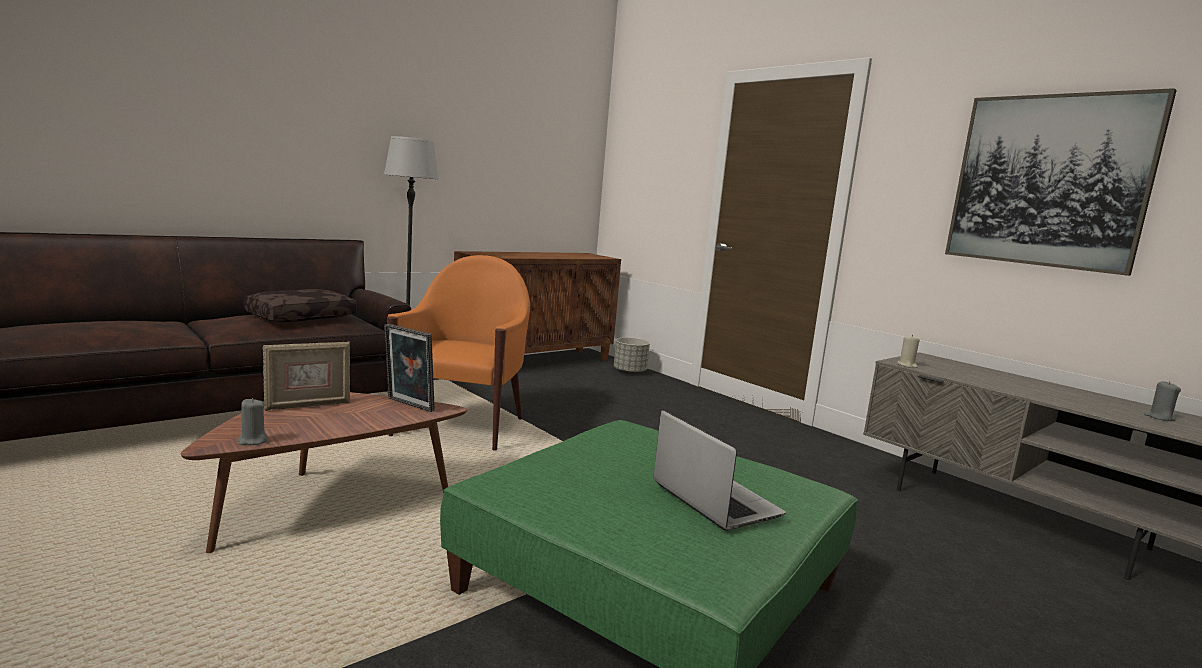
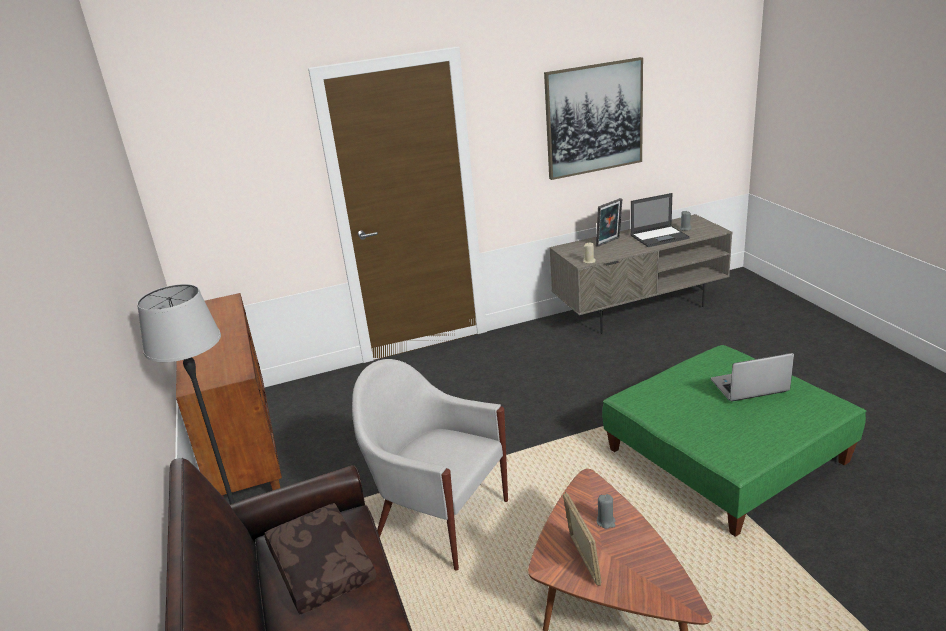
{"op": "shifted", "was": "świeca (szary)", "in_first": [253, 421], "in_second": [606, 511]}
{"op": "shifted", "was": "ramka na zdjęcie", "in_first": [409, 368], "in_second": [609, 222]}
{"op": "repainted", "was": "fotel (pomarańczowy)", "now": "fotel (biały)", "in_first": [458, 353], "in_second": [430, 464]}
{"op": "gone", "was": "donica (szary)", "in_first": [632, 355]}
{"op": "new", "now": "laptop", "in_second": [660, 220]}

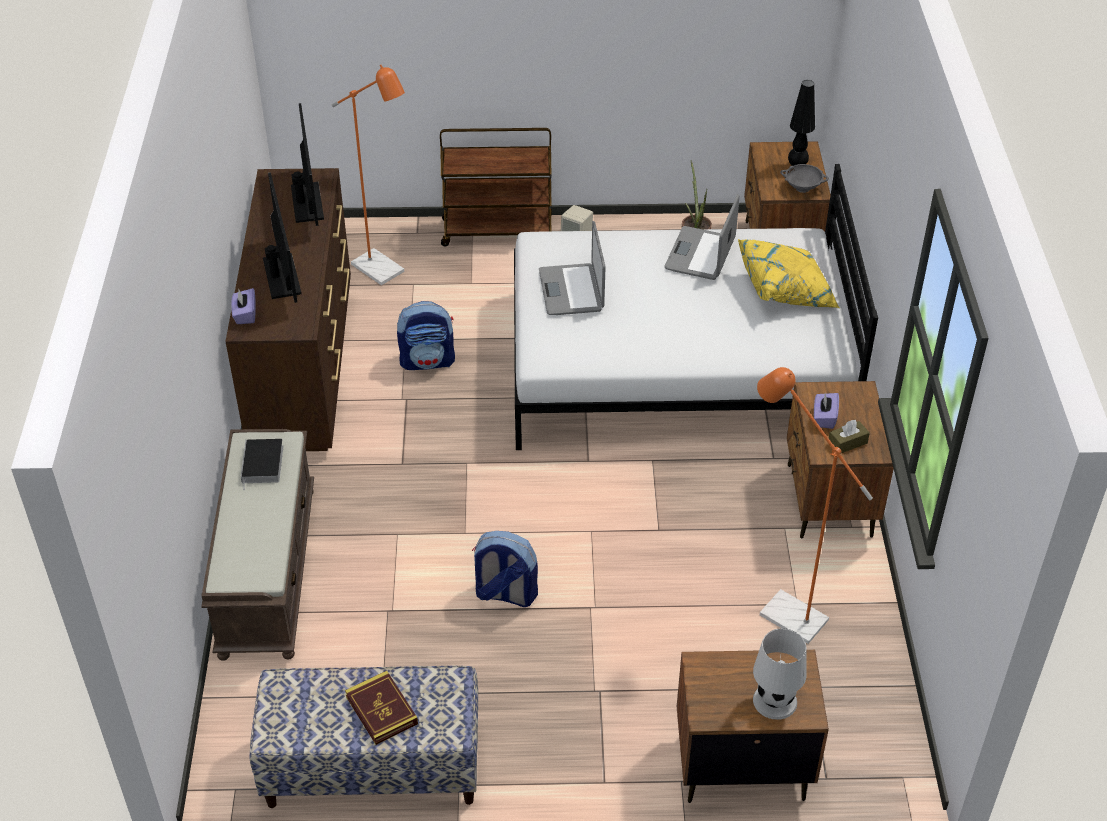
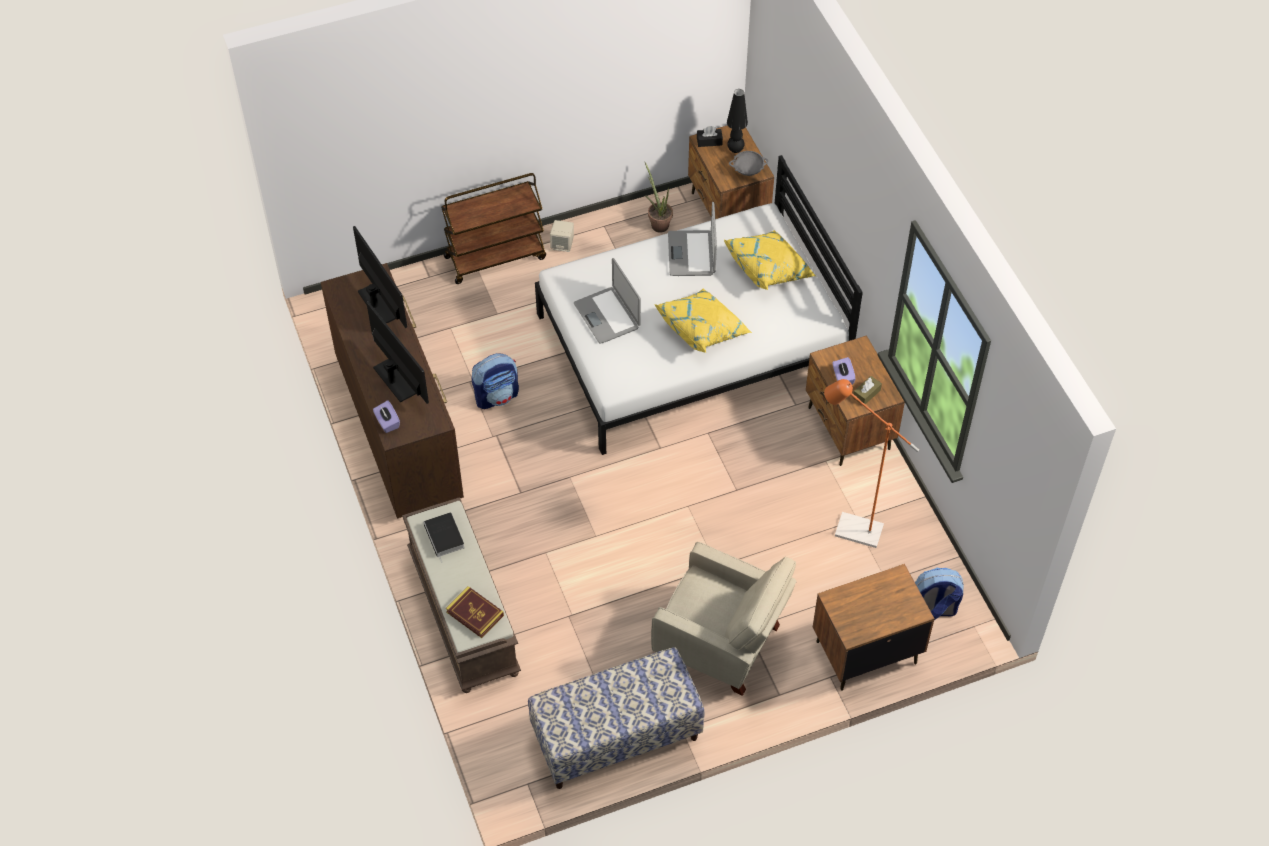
{"op": "gone", "was": "lampa stojąca (pomarańczowy)", "in_first": [368, 175]}
{"op": "shifted", "was": "książka", "in_first": [381, 708], "in_second": [475, 612]}
{"op": "shifted", "was": "plecak", "in_first": [505, 569], "in_second": [939, 594]}
{"op": "gone", "was": "lampa stołowa (biały)", "in_first": [779, 674]}
{"op": "new", "now": "fotel (beżowy)", "in_second": [723, 619]}
{"op": "new", "now": "poduszka (żółty)", "in_second": [703, 320]}
{"op": "new", "now": "pudełko chusteczek (czarny)", "in_second": [710, 136]}

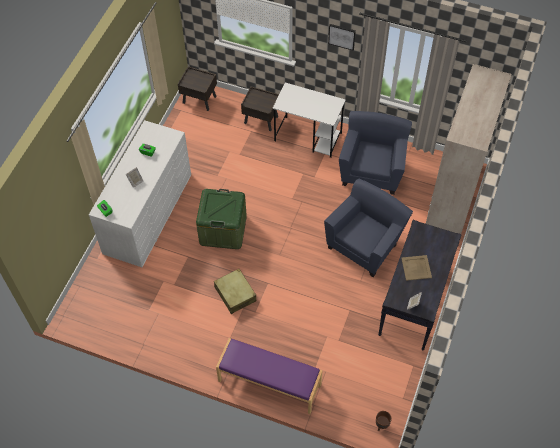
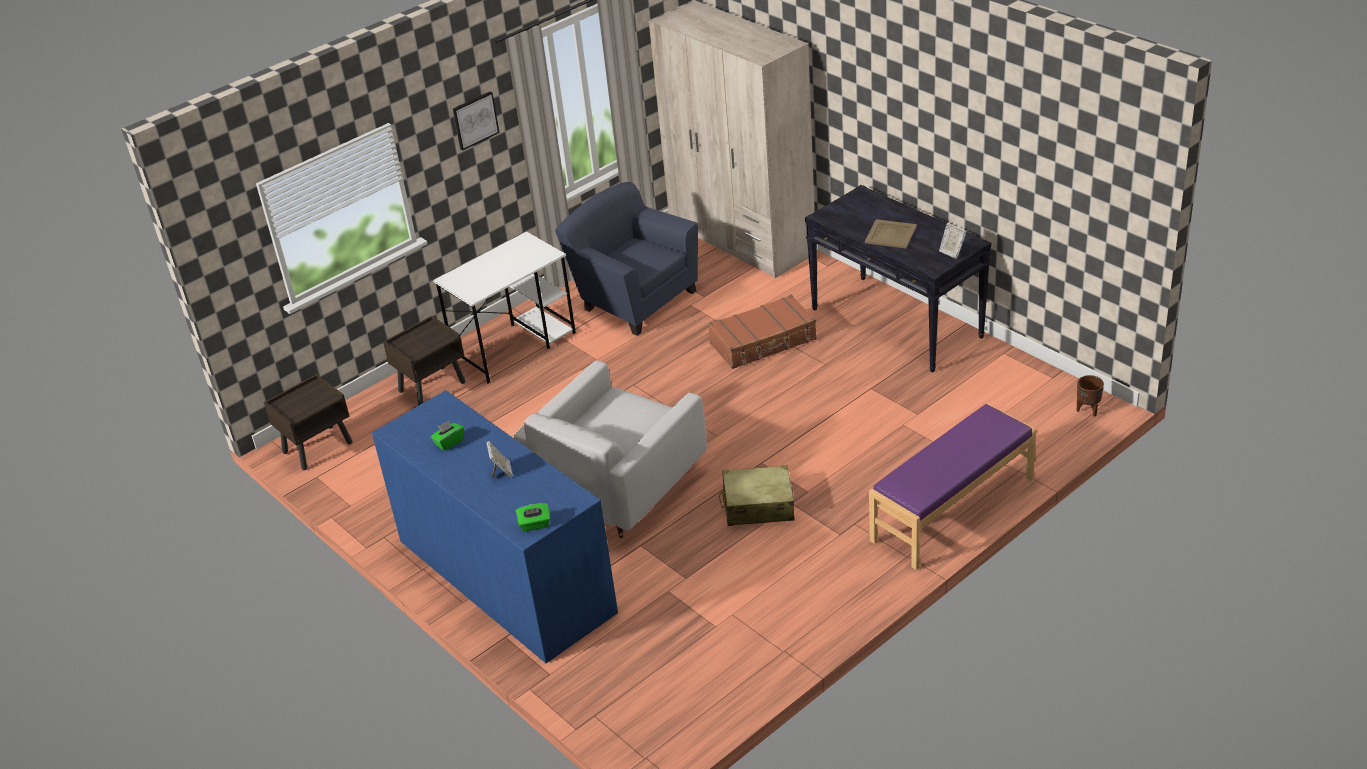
{"op": "repainted", "was": "komoda (biały)", "now": "komoda (niebieski)", "in_first": [140, 193], "in_second": [495, 526]}
{"op": "swapped", "was": "pojemnik do przechowywania (zielony)", "now": "fotel (biały)", "in_first": [221, 219], "in_second": [610, 449]}
{"op": "swapped", "was": "fotel (niebieski)", "now": "walizka (brązowy)", "in_first": [368, 227], "in_second": [762, 332]}

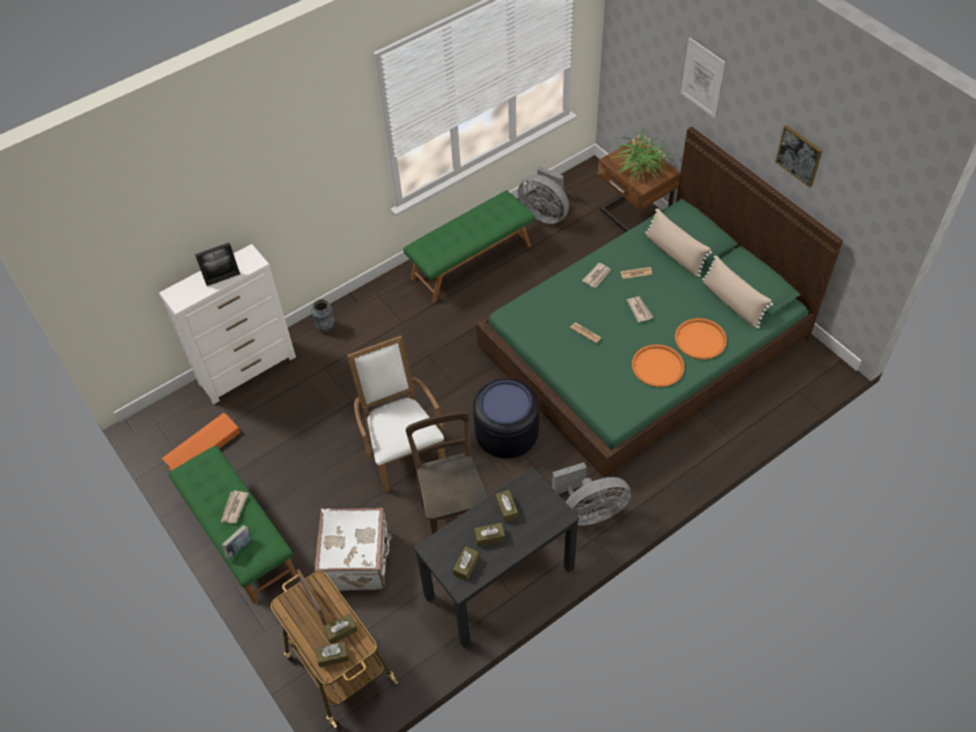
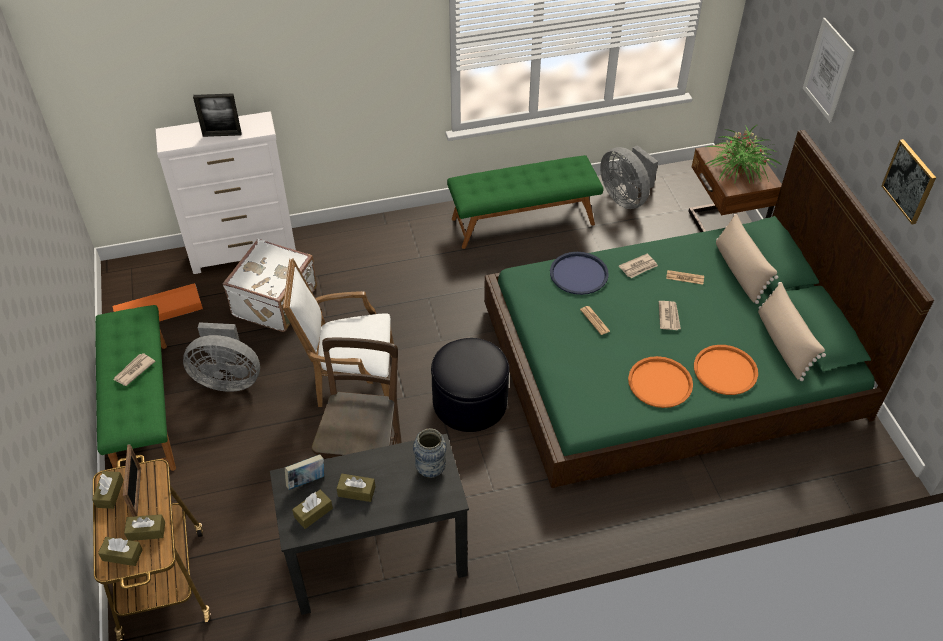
{"op": "shifted", "was": "książka", "in_first": [236, 542], "in_second": [304, 472]}
{"op": "shifted", "was": "wazon", "in_first": [323, 315], "in_second": [430, 453]}
{"op": "shifted", "was": "walizka (biały)", "in_first": [353, 549], "in_second": [270, 285]}
{"op": "rotated", "was": "fotel (biały)", "in_first": [396, 414], "in_second": [338, 332], "clockwise": -90}
{"op": "shifted", "was": "taca (niebieski)", "in_first": [505, 402], "in_second": [579, 273]}
{"op": "shifted", "was": "pudełko chusteczek (brązowy)", "in_first": [506, 506], "in_second": [108, 490]}
{"op": "shifted", "was": "wentylator (szary)", "in_first": [591, 493], "in_second": [221, 357]}

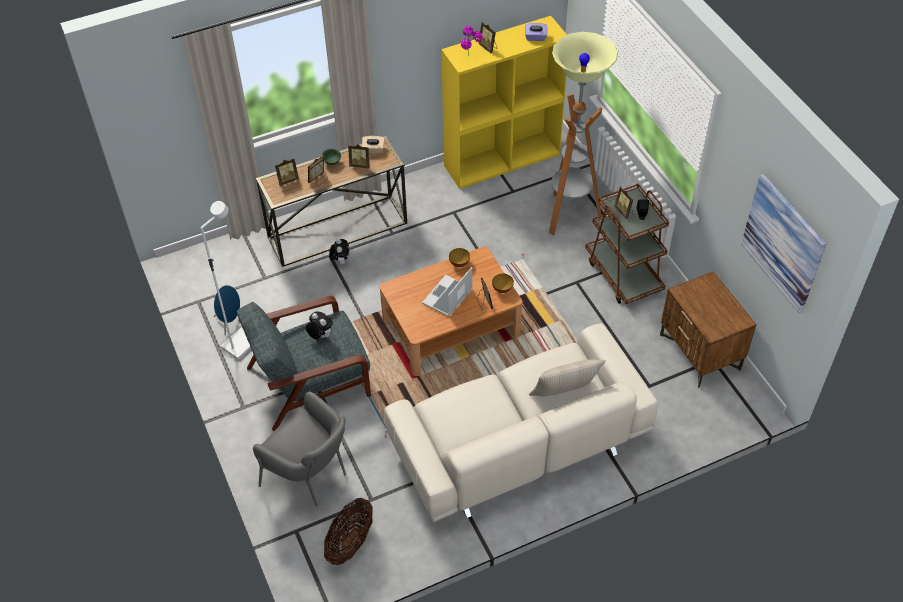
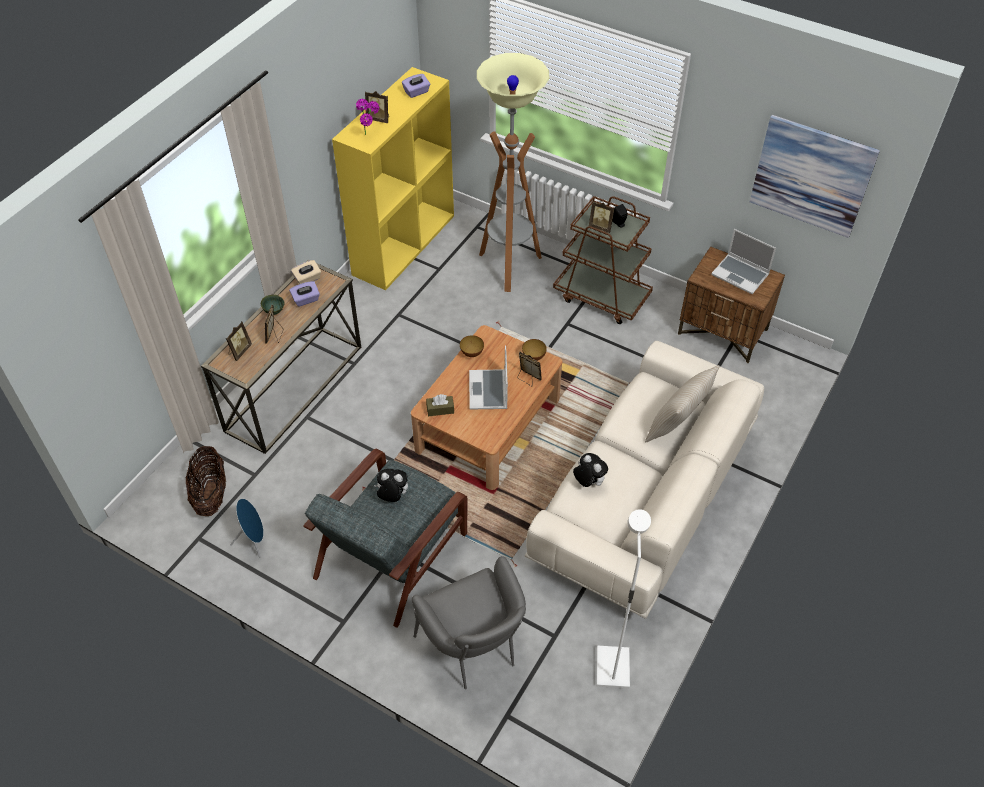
{"op": "shifted", "was": "lampa stojąca (biały)", "in_first": [225, 280], "in_second": [624, 599]}
{"op": "rotated", "was": "fotel (szary)", "in_first": [299, 449], "in_second": [469, 622], "clockwise": 60}
{"op": "shifted", "was": "koszyk", "in_first": [348, 531], "in_second": [205, 481]}
{"op": "shifted", "was": "pluszak", "in_first": [339, 252], "in_second": [590, 470]}
{"op": "swapped", "was": "ramka na zdjęcie", "now": "pudełko chusteczek (fioletowy)", "in_first": [358, 156], "in_second": [304, 294]}
{"op": "new", "now": "pudełko chusteczek (brązowy)", "in_second": [440, 405]}
{"op": "new", "now": "laptop", "in_second": [743, 261]}

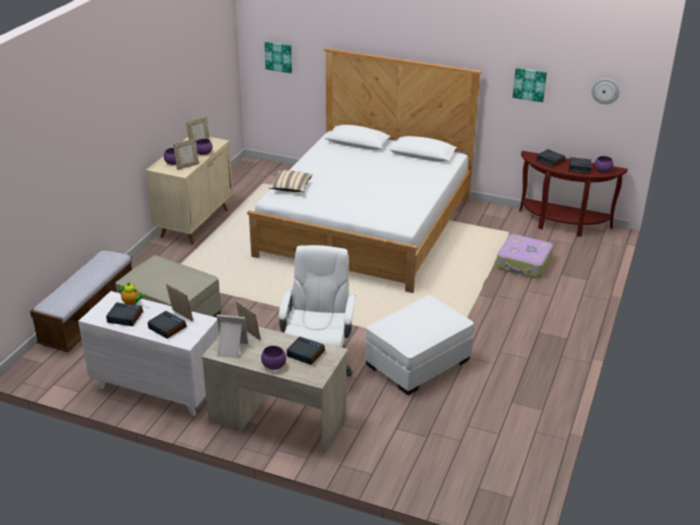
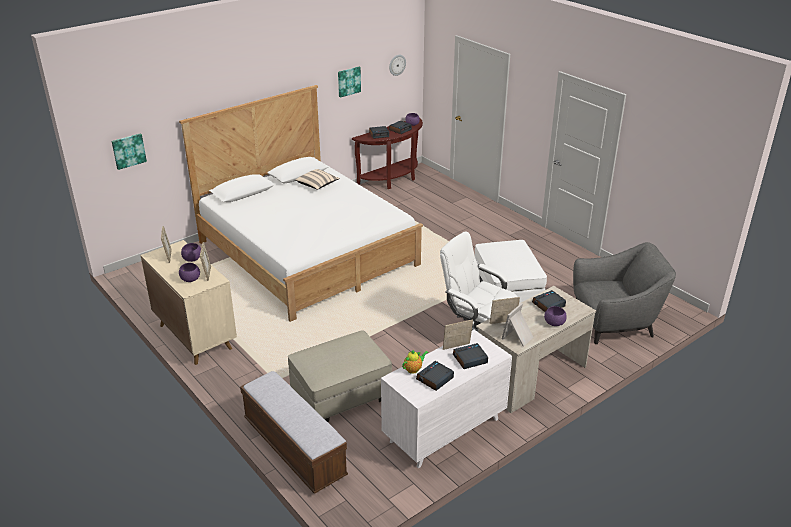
{"op": "shifted", "was": "poduszka (beżowy)", "in_first": [290, 181], "in_second": [317, 179]}
{"op": "gone", "was": "walizka", "in_first": [524, 256]}
{"op": "new", "now": "fotel (szary)", "in_second": [624, 293]}

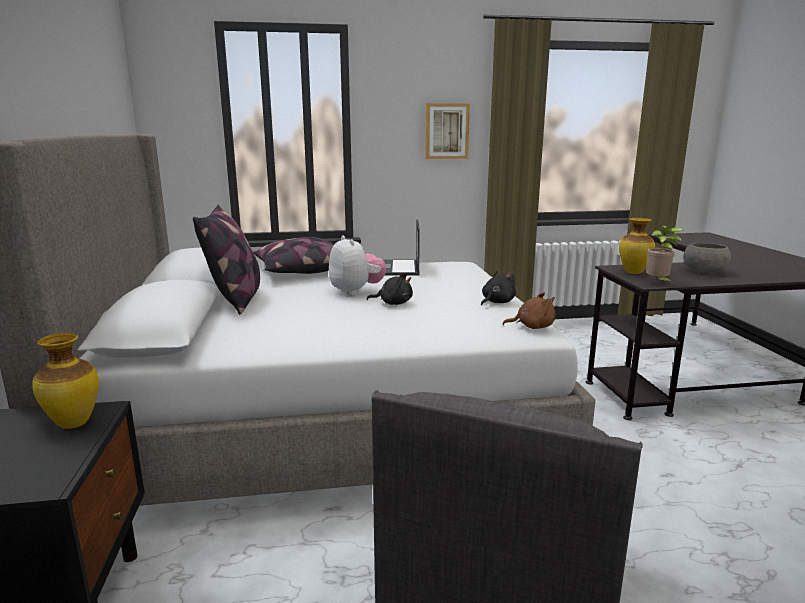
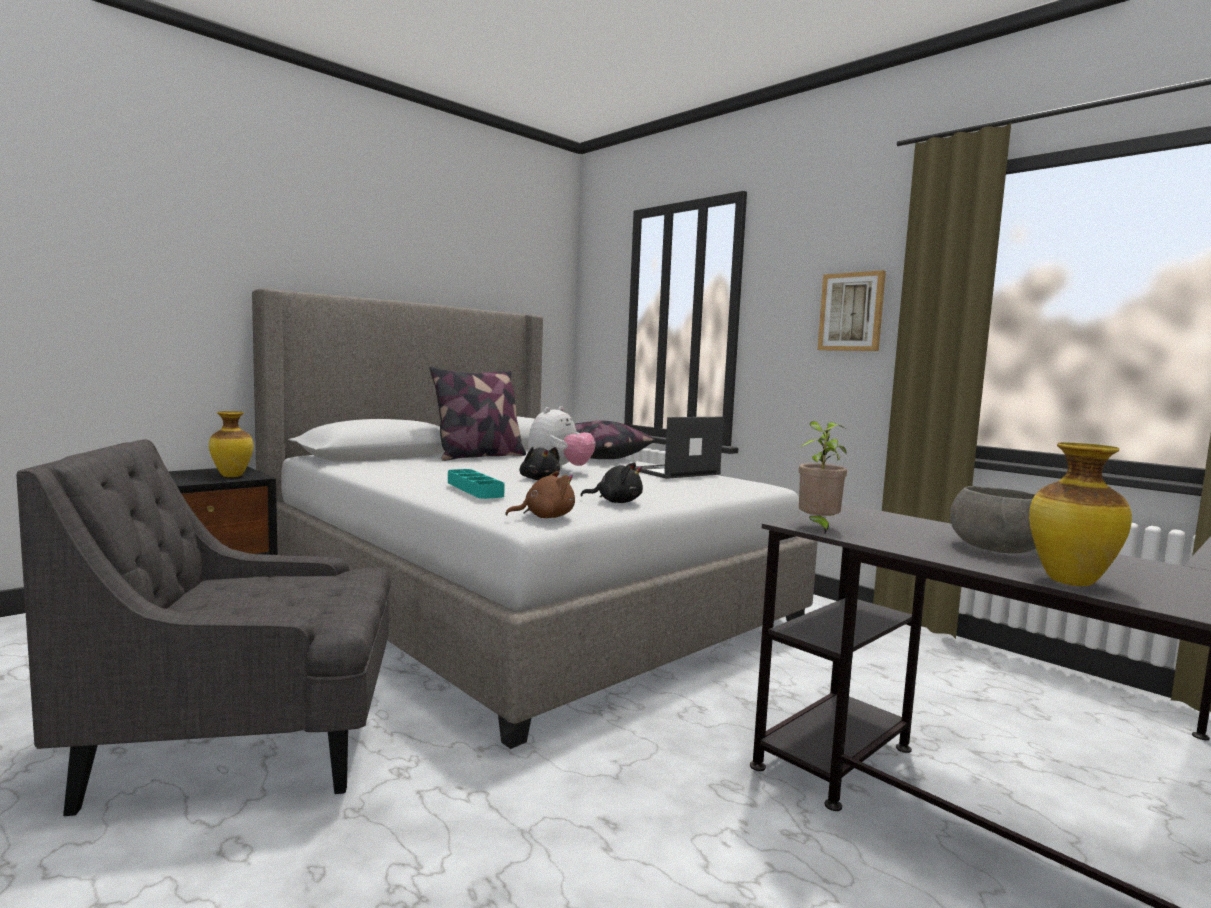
{"op": "rotated", "was": "pluszak (brązowy)", "in_first": [529, 310], "in_second": [540, 494], "clockwise": -75}
{"op": "shifted", "was": "wazon", "in_first": [637, 245], "in_second": [1080, 514]}
{"op": "new", "now": "taca (turkusowy)", "in_second": [476, 484]}

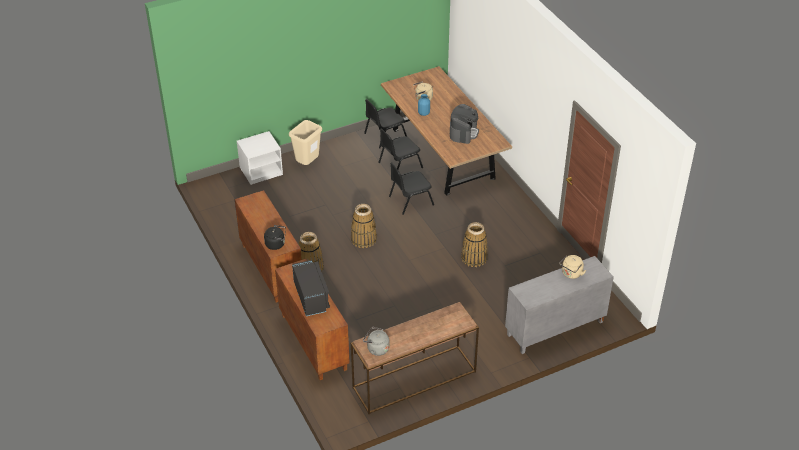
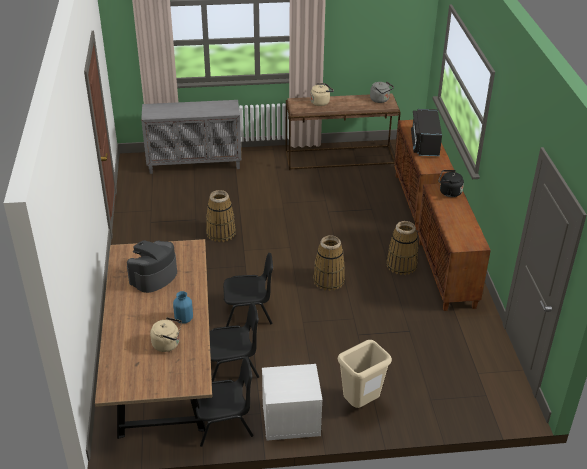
{"op": "shifted", "was": "szafka nocna (biały)", "in_first": [260, 158], "in_second": [292, 402]}
{"op": "shifted", "was": "czajnik (beżowy)", "in_first": [572, 267], "in_second": [322, 94]}

